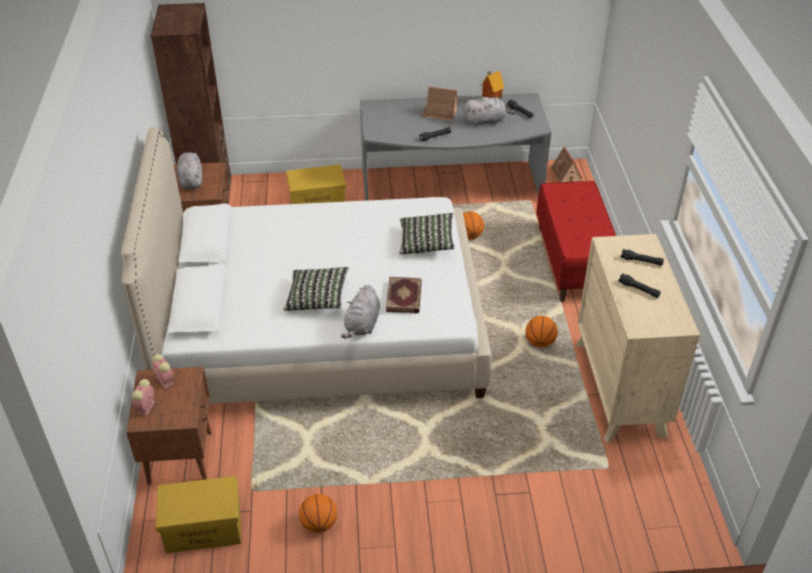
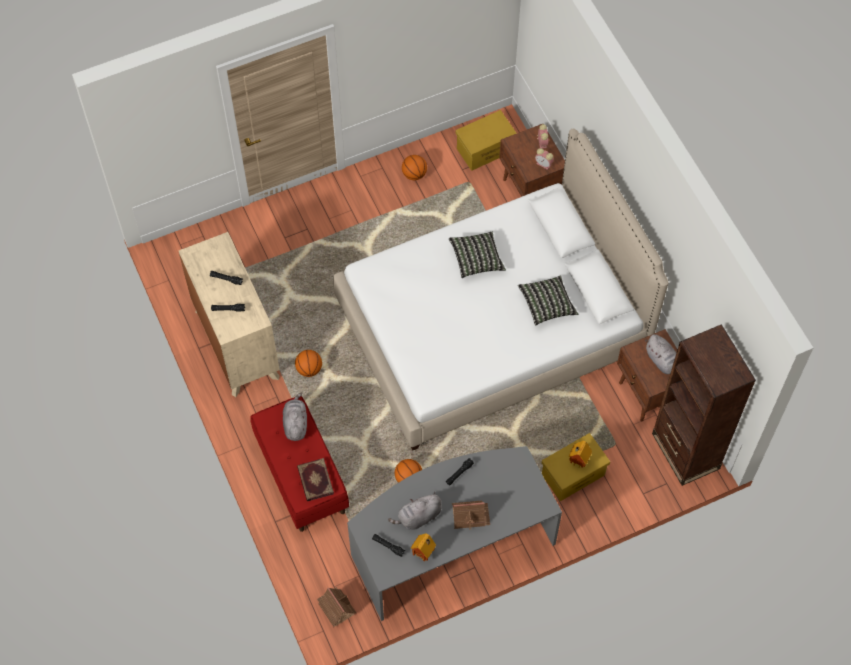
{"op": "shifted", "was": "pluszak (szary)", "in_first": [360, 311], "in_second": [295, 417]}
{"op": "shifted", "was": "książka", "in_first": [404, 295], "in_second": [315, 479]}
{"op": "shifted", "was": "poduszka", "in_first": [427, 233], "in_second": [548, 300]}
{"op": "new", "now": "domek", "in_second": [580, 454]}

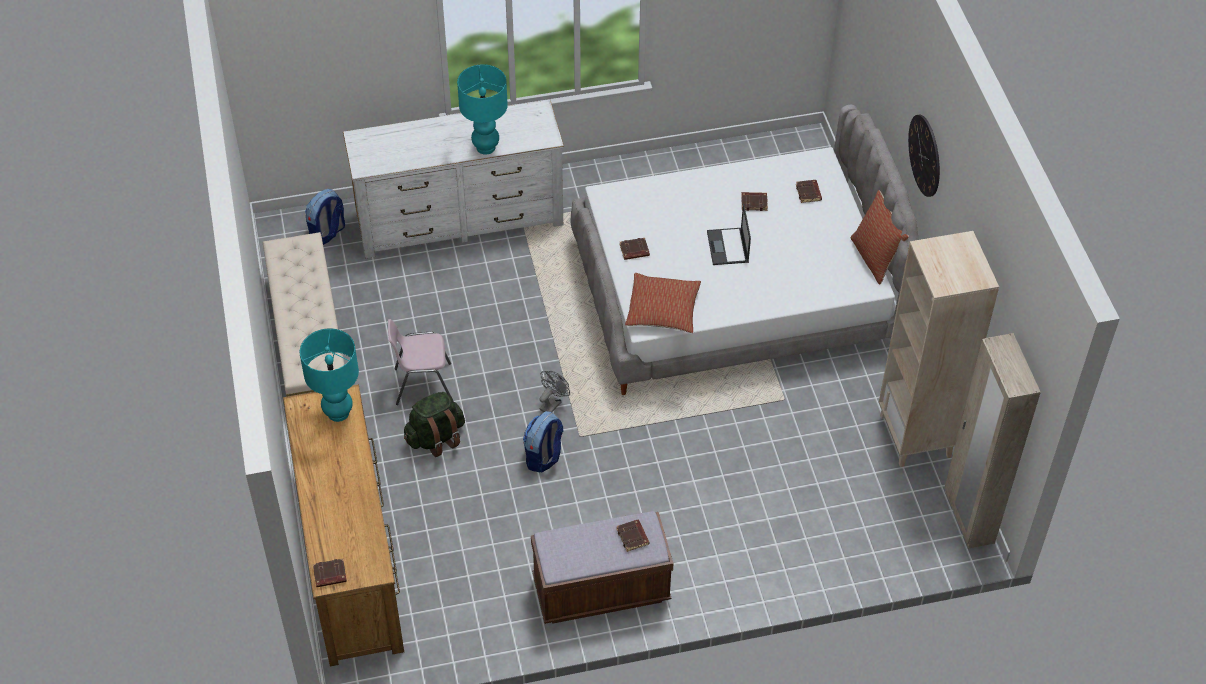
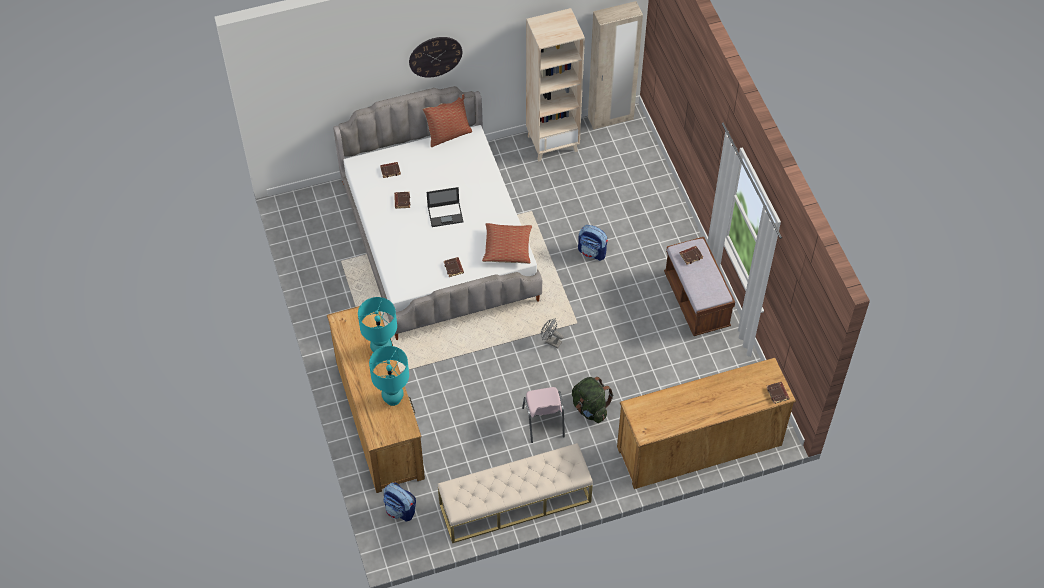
{"op": "shifted", "was": "lampa stołowa (turkusowy)", "in_first": [329, 375], "in_second": [389, 376]}
{"op": "repainted", "was": "komoda (biały)", "now": "komoda (brązowy)", "in_first": [453, 179], "in_second": [376, 399]}
{"op": "shifted", "was": "plecak", "in_first": [543, 441], "in_second": [593, 243]}

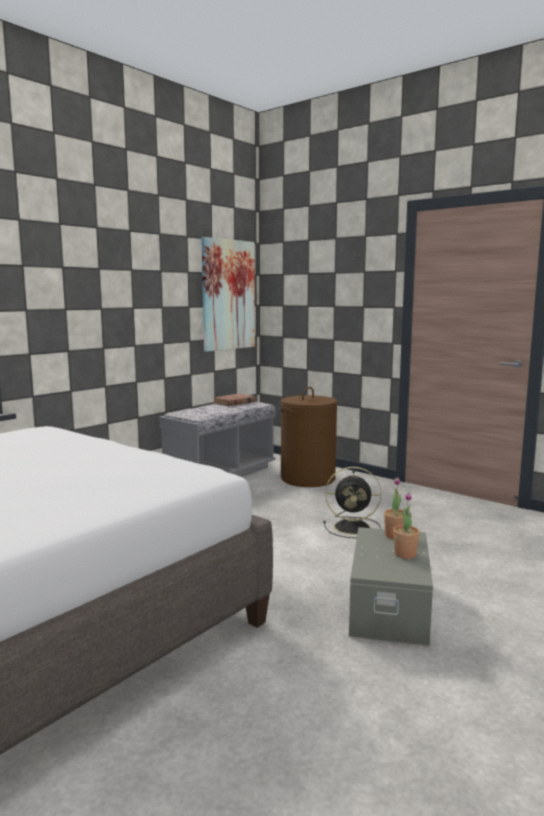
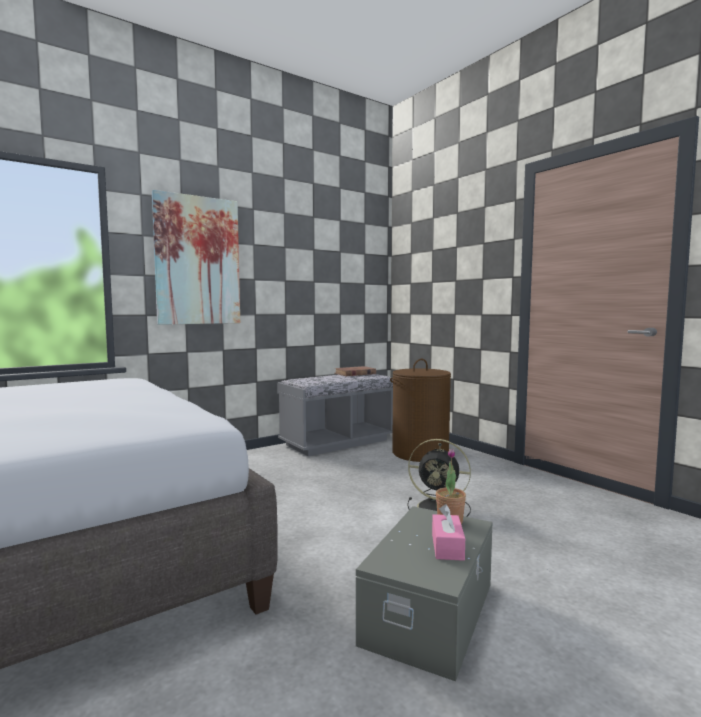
{"op": "shifted", "was": "obraz", "in_first": [228, 294], "in_second": [196, 257]}
{"op": "swapped", "was": "roślina doniczkowa", "now": "pudełko chusteczek (różowy)", "in_first": [406, 525], "in_second": [448, 532]}

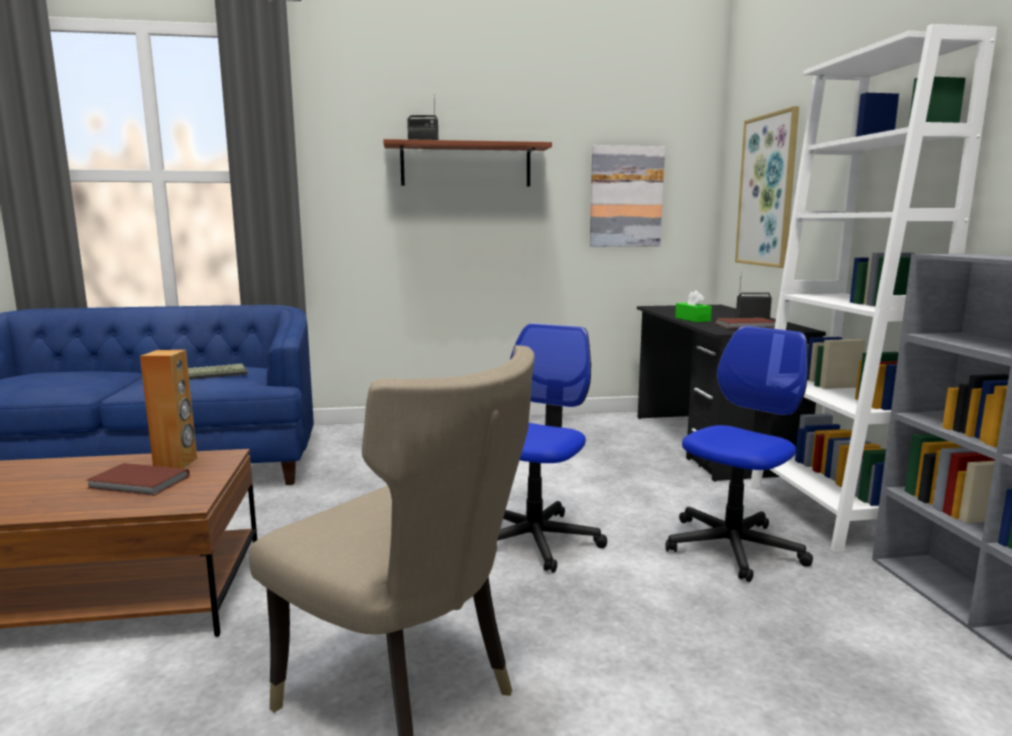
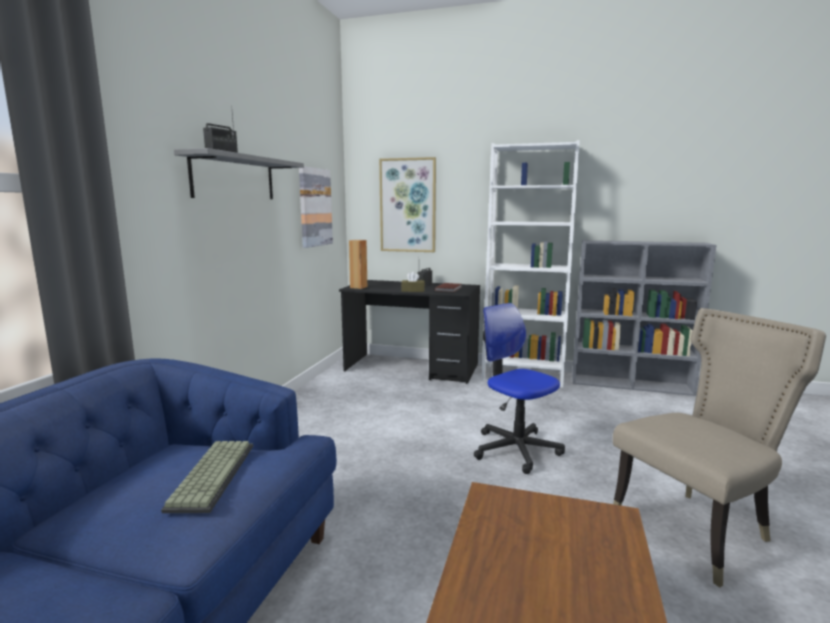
{"op": "gone", "was": "książka (brązowy)", "in_first": [138, 479]}
{"op": "shifted", "was": "głośnik (brązowy)", "in_first": [168, 409], "in_second": [358, 264]}
{"op": "repainted", "was": "półka (brązowy)", "now": "półka (szary)", "in_first": [467, 163], "in_second": [239, 173]}
{"op": "gone", "was": "krzesło biurowe", "in_first": [739, 454]}
{"op": "repainted", "was": "pudełko chusteczek (zielony)", "now": "pudełko chusteczek (brązowy)", "in_first": [693, 306], "in_second": [413, 282]}

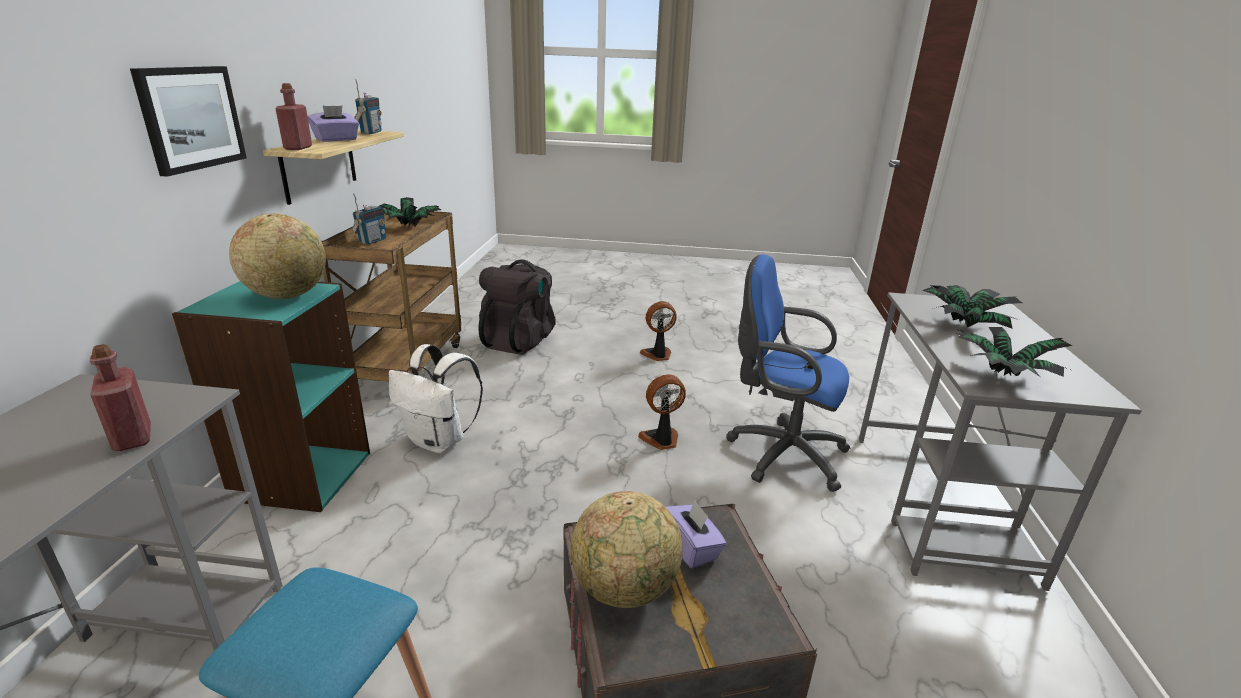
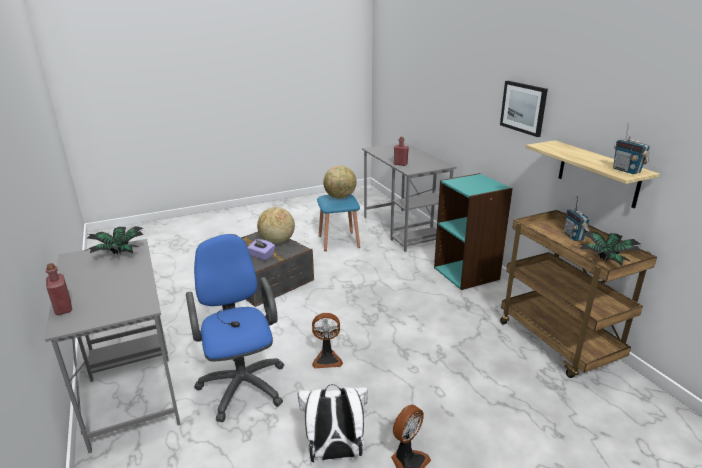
{"op": "shifted", "was": "globus", "in_first": [277, 256], "in_second": [340, 182]}
{"op": "shifted", "was": "butelka (czerwony)", "in_first": [293, 116], "in_second": [59, 289]}
{"op": "gone", "was": "pudełko chusteczek (fioletowy)", "in_first": [333, 124]}
{"op": "shifted", "was": "plecak (biały)", "in_first": [436, 398], "in_second": [333, 423]}
{"op": "gone", "was": "plecak (czarny)", "in_first": [517, 307]}
{"op": "rotated", "was": "wentylator", "in_first": [662, 412], "in_second": [327, 340], "clockwise": 45}
{"op": "rotated", "was": "krzesło biurowe (niebieski)", "in_first": [788, 373], "in_second": [235, 328], "clockwise": -105}
{"op": "gone", "was": "roślina doniczkowa", "in_first": [972, 307]}

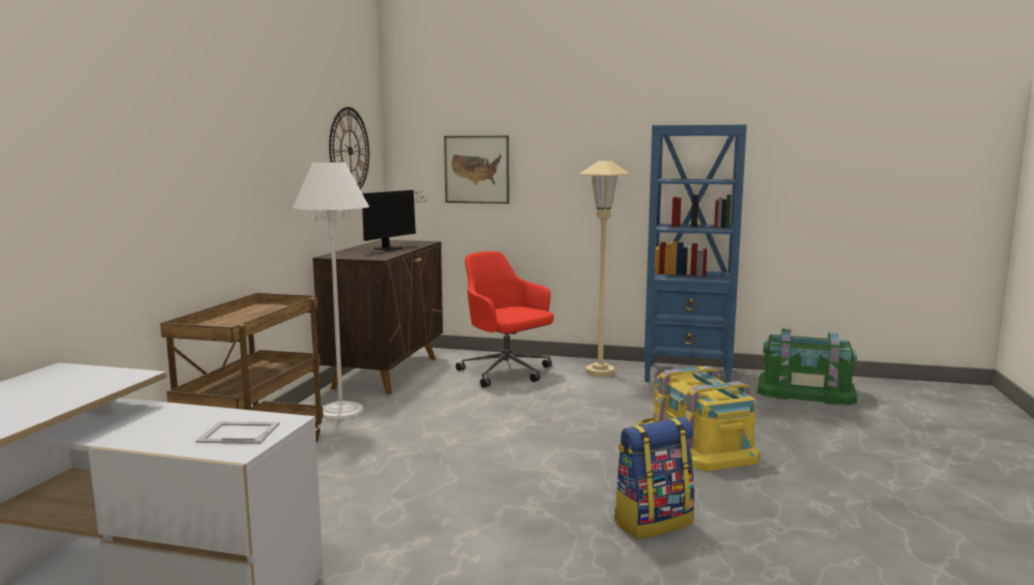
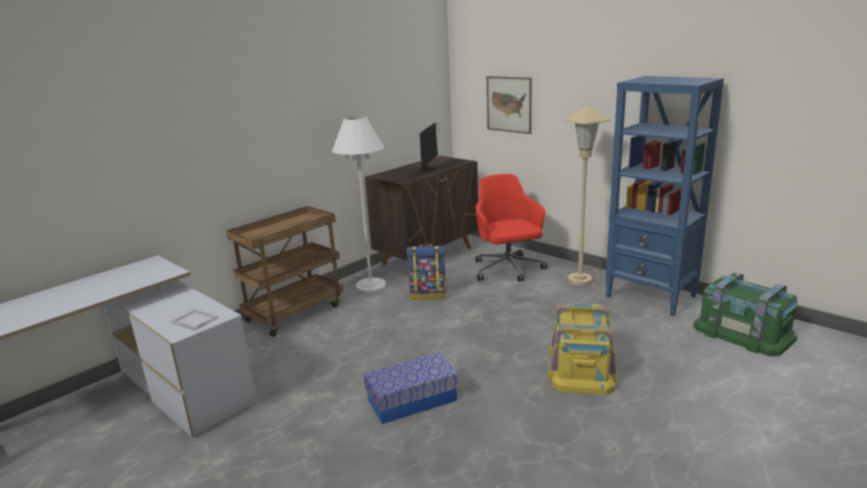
{"op": "gone", "was": "zegar ścienny", "in_first": [349, 148]}
{"op": "rotated", "was": "monitor", "in_first": [395, 220], "in_second": [429, 147], "clockwise": -45}
{"op": "shifted", "was": "plecak", "in_first": [654, 478], "in_second": [426, 272]}
{"op": "new", "now": "pojemnik do przechowywania", "in_second": [411, 388]}

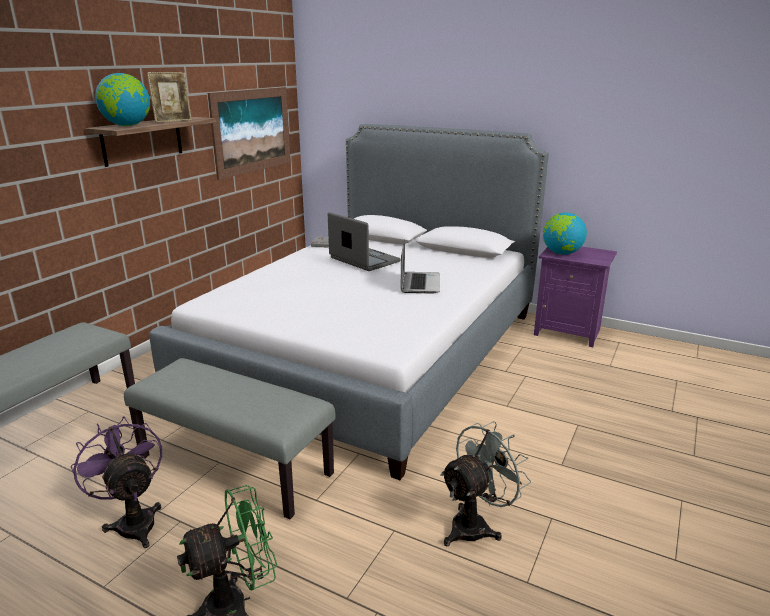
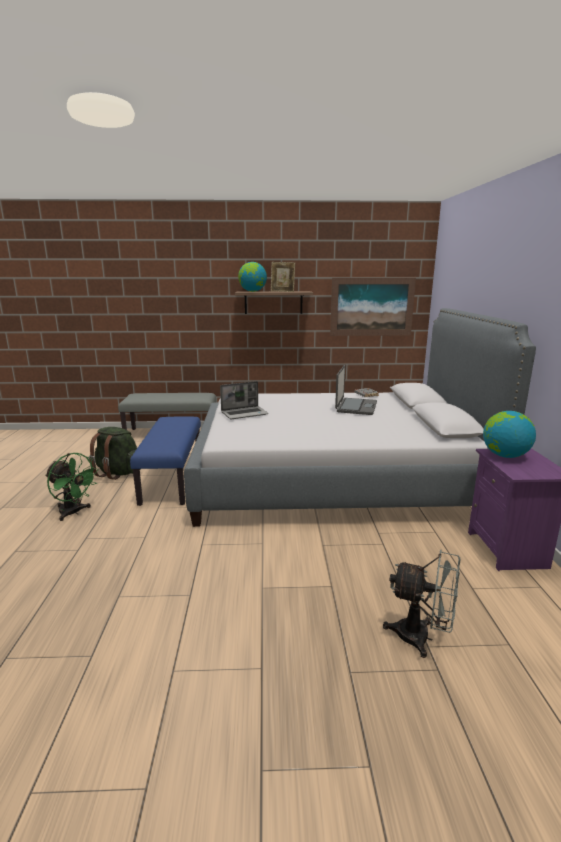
{"op": "swapped", "was": "wentylator (fioletowy)", "now": "plecak (zielony)", "in_first": [116, 482], "in_second": [115, 453]}
{"op": "repainted", "was": "ławka (szary)", "now": "ławka (niebieski)", "in_first": [229, 438], "in_second": [165, 461]}
{"op": "shifted", "was": "laptop", "in_first": [420, 267], "in_second": [244, 400]}
{"op": "shifted", "was": "wentylator (szary)", "in_first": [485, 483], "in_second": [421, 604]}

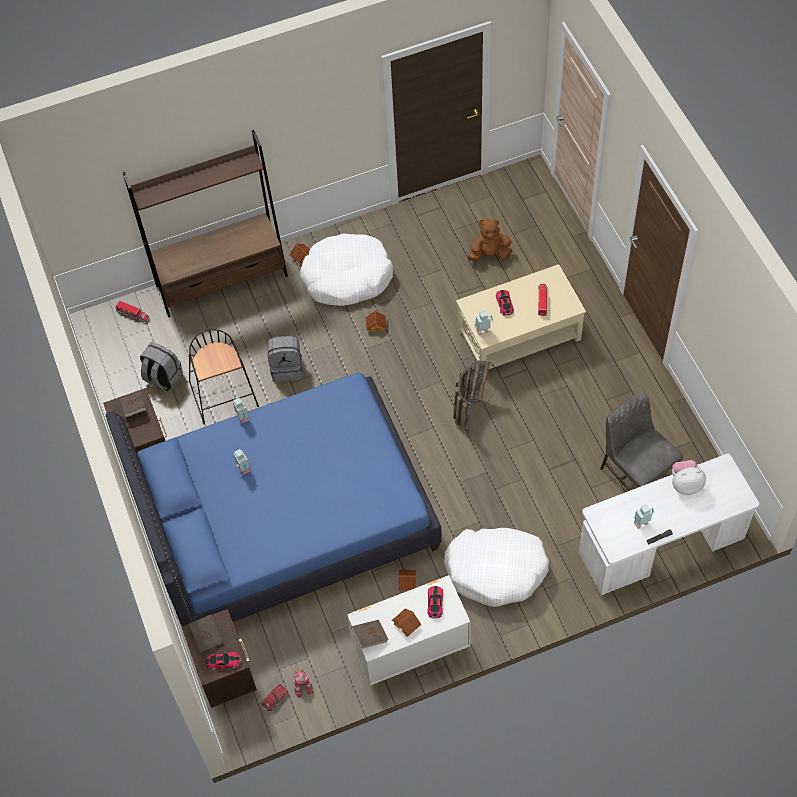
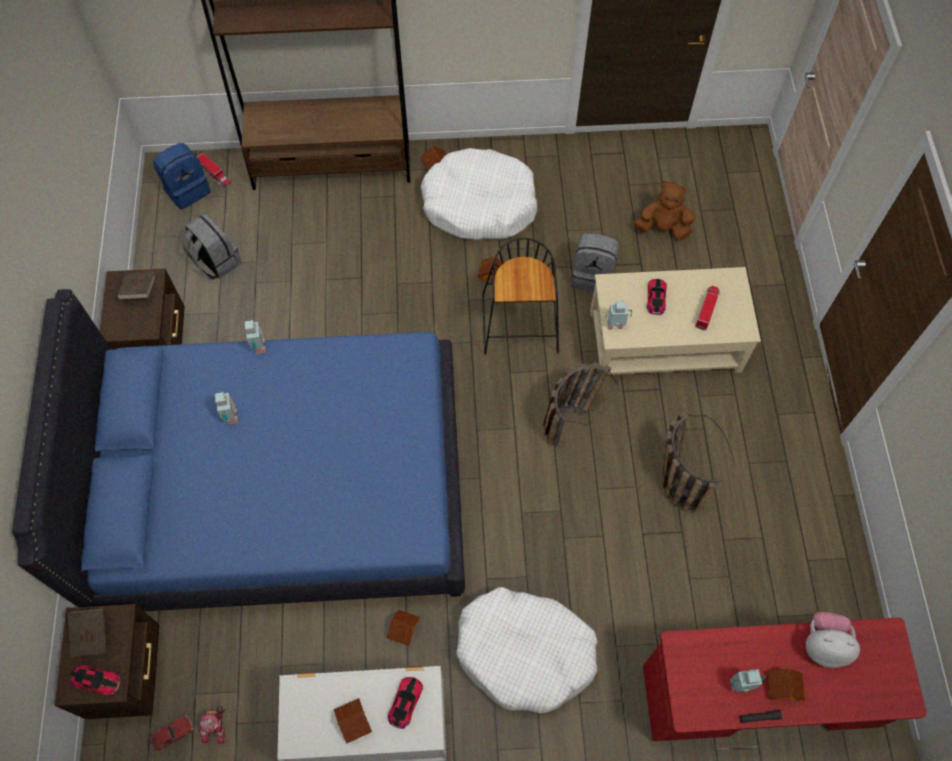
{"op": "shifted", "was": "stołek (czarny)", "in_first": [224, 377], "in_second": [520, 296]}
{"op": "shifted", "was": "plecak (szary)", "in_first": [285, 359], "in_second": [595, 262]}
{"op": "gone", "was": "książka (brązowy)", "in_first": [370, 634]}
{"op": "repainted", "was": "biurko (biały)", "now": "biurko (czerwony)", "in_first": [669, 524], "in_second": [785, 679]}
{"op": "gone", "was": "krzesło (szary)", "in_first": [641, 441]}
{"op": "new", "now": "plecak (niebieski)", "in_second": [182, 176]}
{"op": "new", "now": "koszyk", "in_second": [698, 461]}
{"op": "new", "now": "domek", "in_second": [786, 685]}

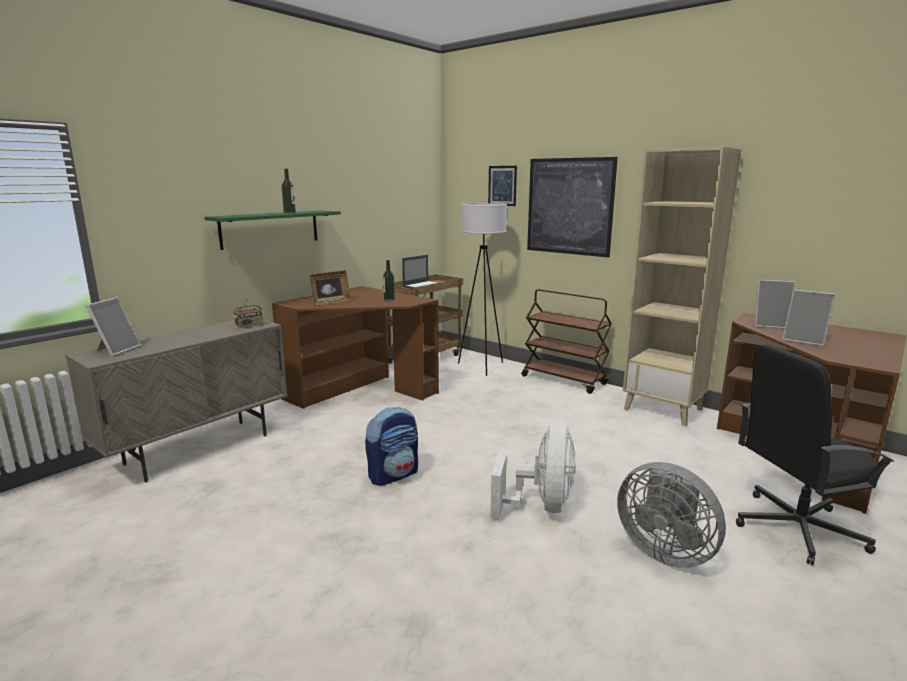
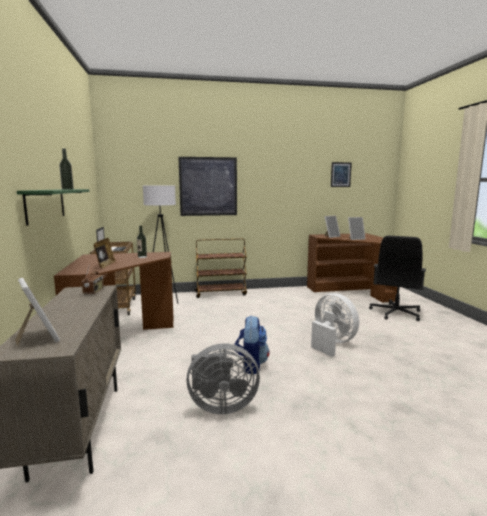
{"op": "shifted", "was": "obraz", "in_first": [502, 186], "in_second": [341, 174]}
{"op": "shifted", "was": "wentylator (szary)", "in_first": [671, 515], "in_second": [223, 378]}
{"op": "gone", "was": "regał (beżowy)", "in_first": [682, 286]}

